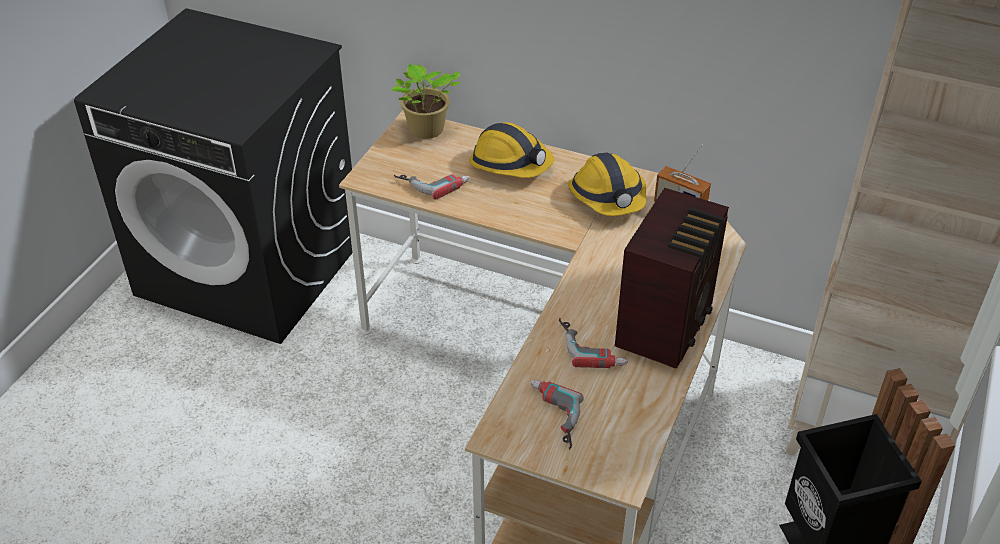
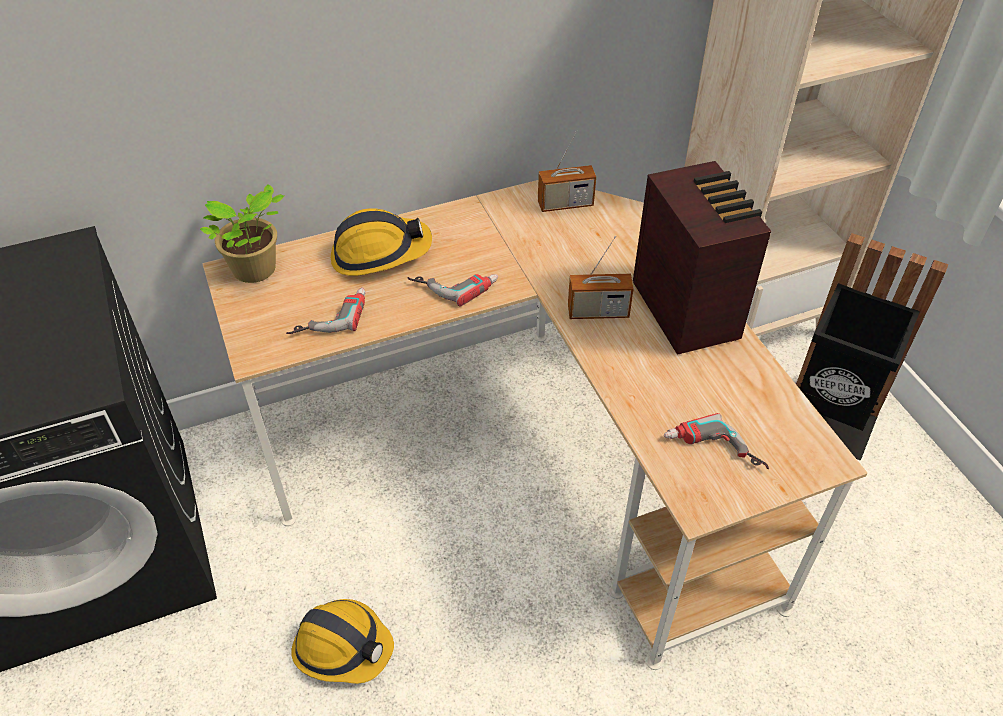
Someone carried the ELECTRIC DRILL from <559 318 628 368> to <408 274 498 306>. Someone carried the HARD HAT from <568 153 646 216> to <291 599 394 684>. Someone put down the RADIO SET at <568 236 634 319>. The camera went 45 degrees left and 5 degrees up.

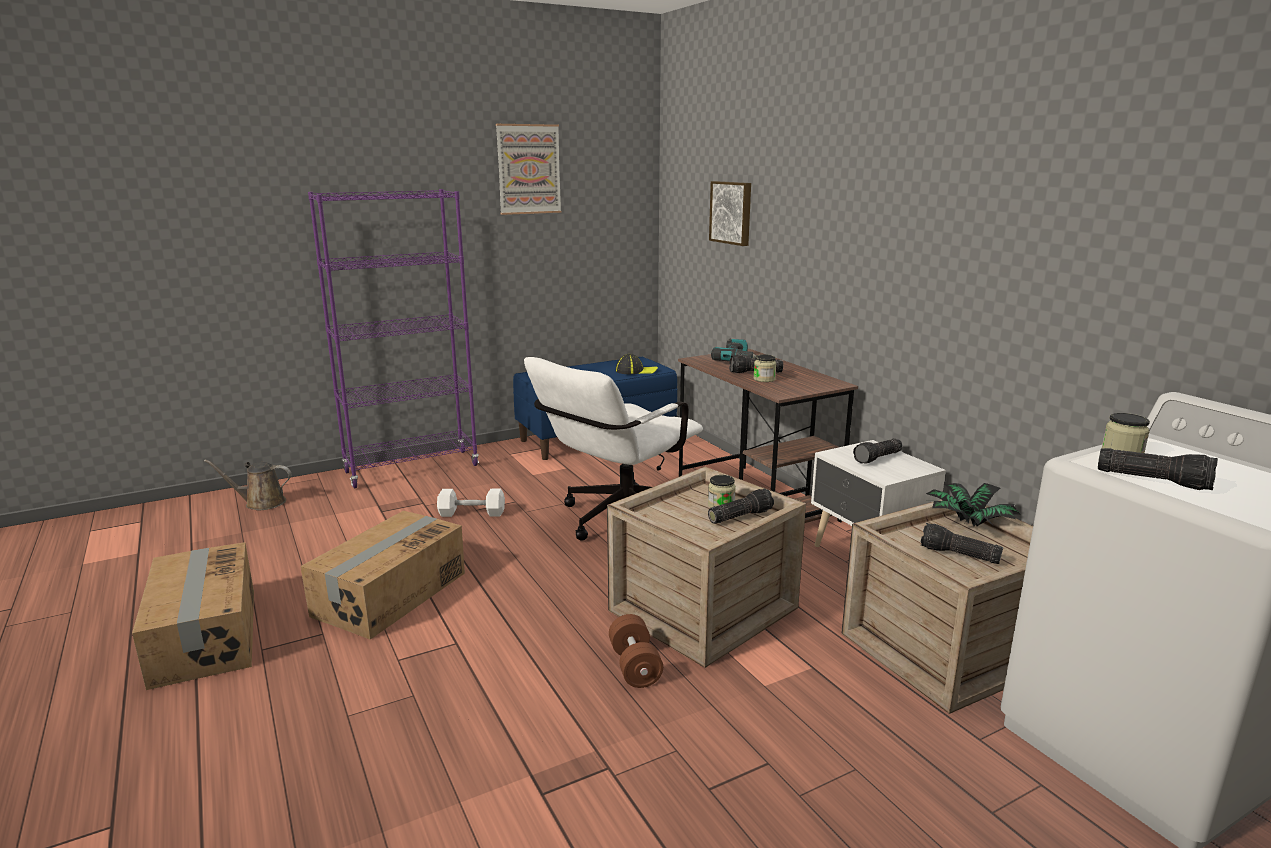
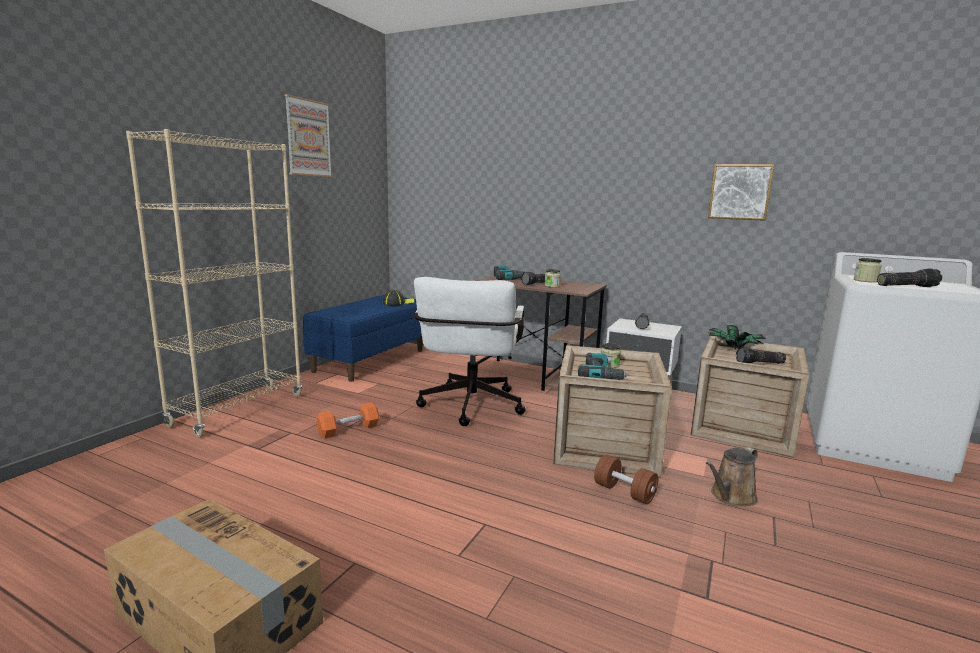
Someone carried the BROWN WATERING POT from <204 460 292 510> to <706 447 758 507>. Someone took away the PACKING BOX at <300 511 465 640>. Someone repainted the PURPLISH SHELVING UNIT at <308 189 479 488>, which became the SAND-COLOURED SHELVING UNIT at <126 129 302 437>. Someone repainted the WHITE DUMBBELL at <437 489 505 517>, which became the ORANGEY DUMBBELL at <317 402 379 439>. Someone took away the FLASHLIGHT at <708 489 774 524>. Someone carried the WALL ART from <709 181 751 246> to <708 164 774 221>. Someone put down the ELECTRIC DRILL at <578 353 629 380>. The camera went 35 degrees left and 5 degrees down.

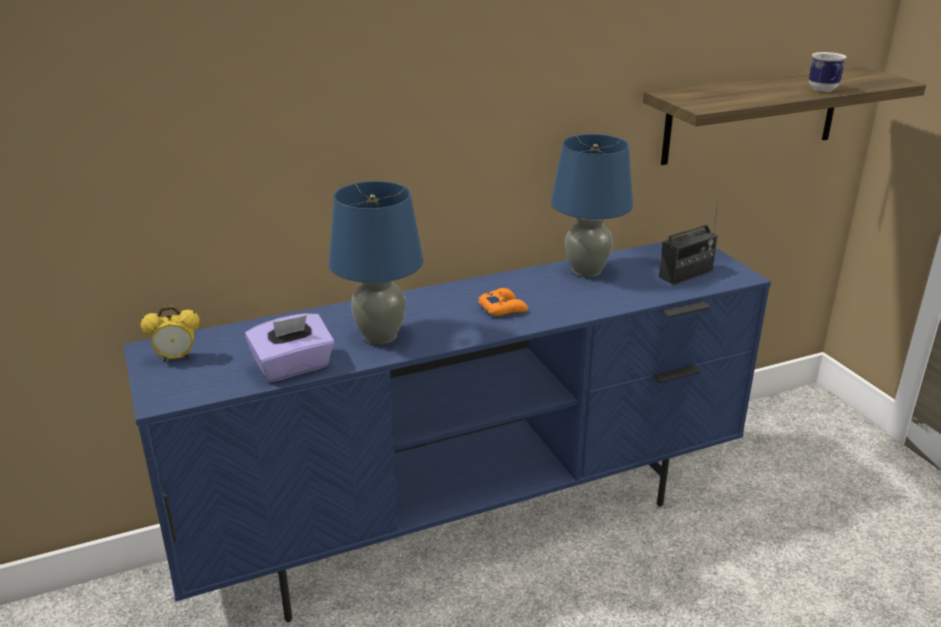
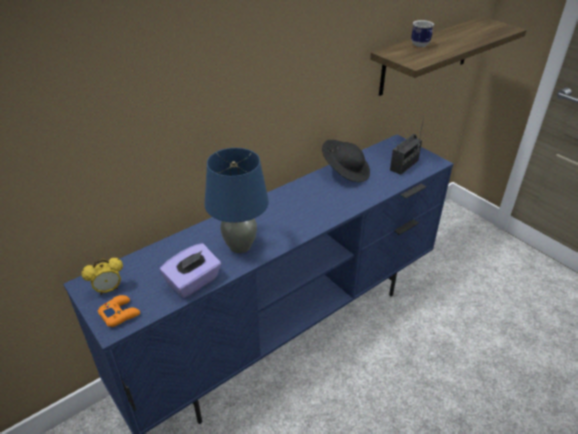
Someone carried the ORANGEY GAMEPAD from <478 288 528 316> to <98 295 140 327>. Someone swapped the BLUE-COLOURED LAMP FOR A TABLE at <551 134 633 277> for the BLACK WEARABLE HAT at <322 140 370 182>. Someone carried the COFFEE MUG from <809 52 847 92> to <411 20 434 47>. The camera went 15 degrees left and 10 degrees up.

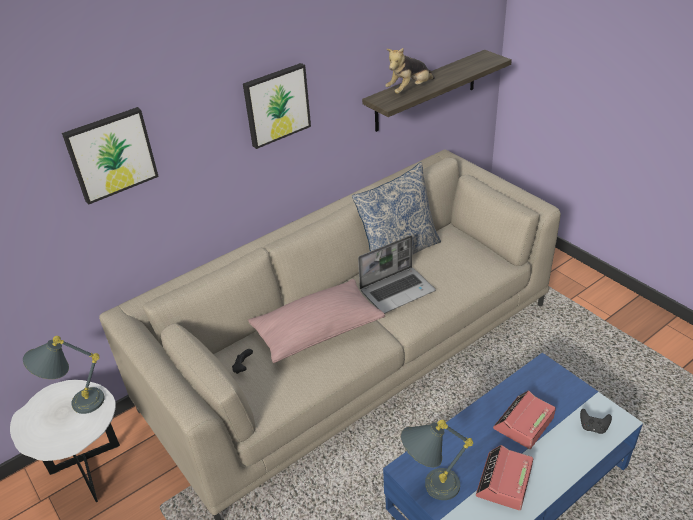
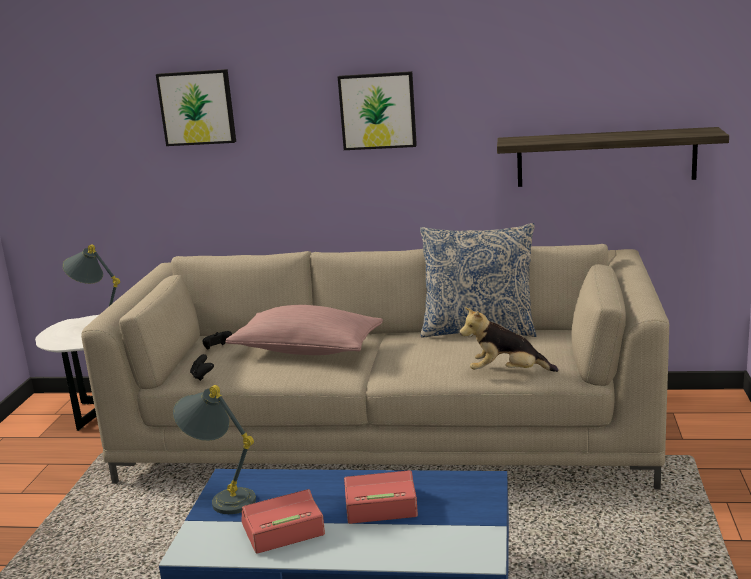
Someone took away the LAPTOP at <358 235 436 314>. Someone carried the SOFT TOY from <385 48 435 94> to <460 307 558 372>. Someone carried the BLACK GAMEPAD from <580 409 612 434> to <190 354 214 381>. The camera went 45 degrees right and 20 degrees down.

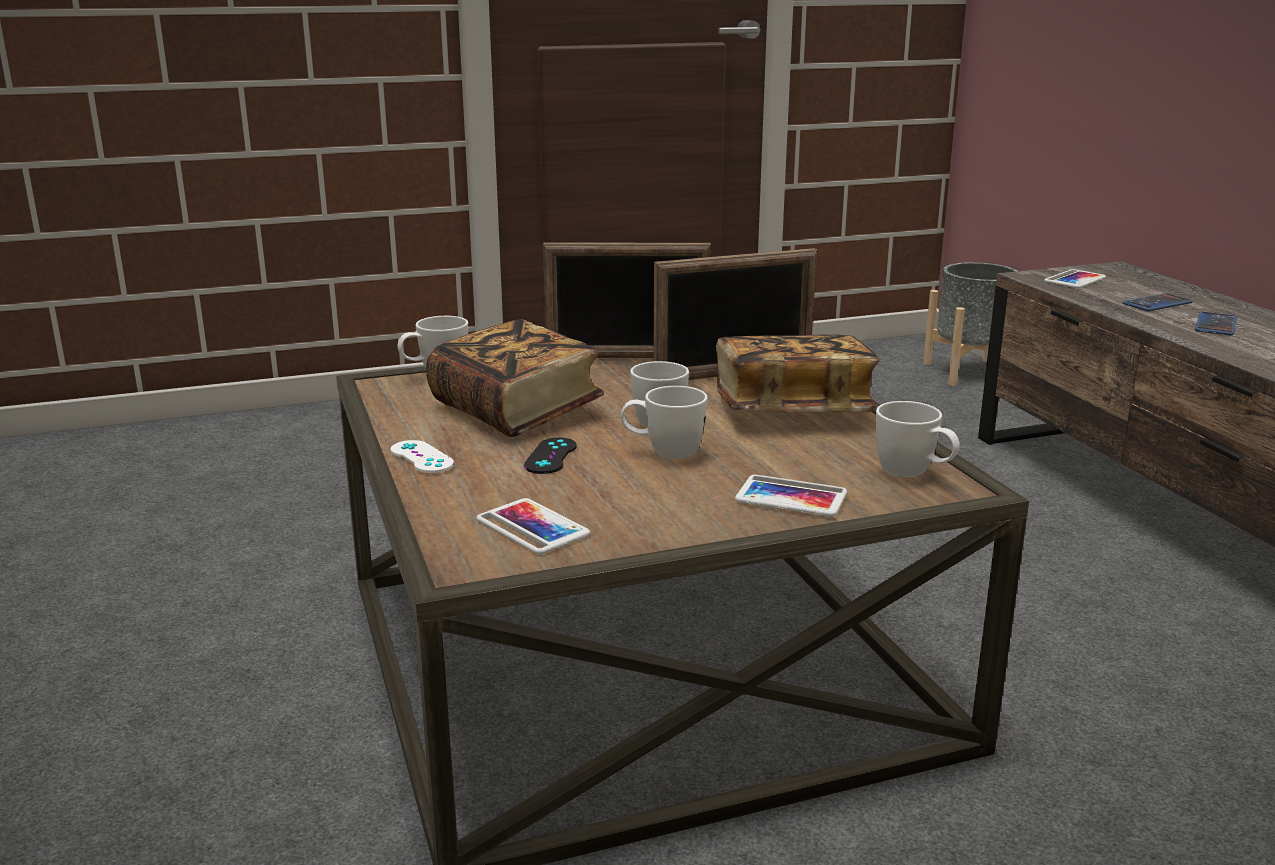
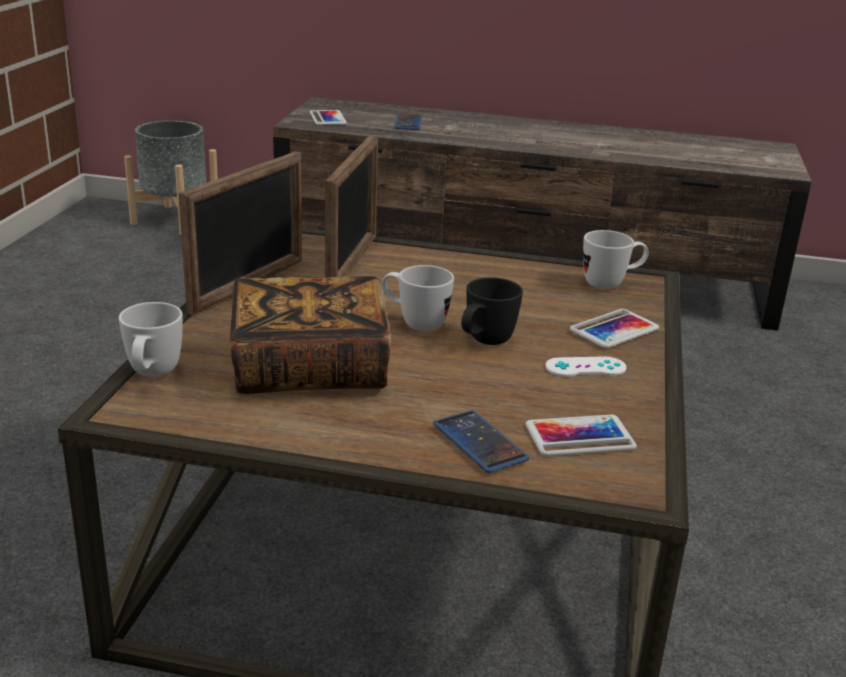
Someone carried the WHITE GAMEPAD from <391 440 454 473> to <545 356 627 377>. Someone took away the BLACK GAMEPAD at <524 437 577 474>. Someone repainted the WHITE COFFEE MUG at <621 386 708 459>, which became the BLACK COFFEE MUG at <461 277 523 345>. Someone took away the BOUND BOOK at <716 335 880 413>. Someone carried the HANDSET from <1195 311 1237 336> to <433 410 529 473>. The camera went 60 degrees left and 5 degrees up.

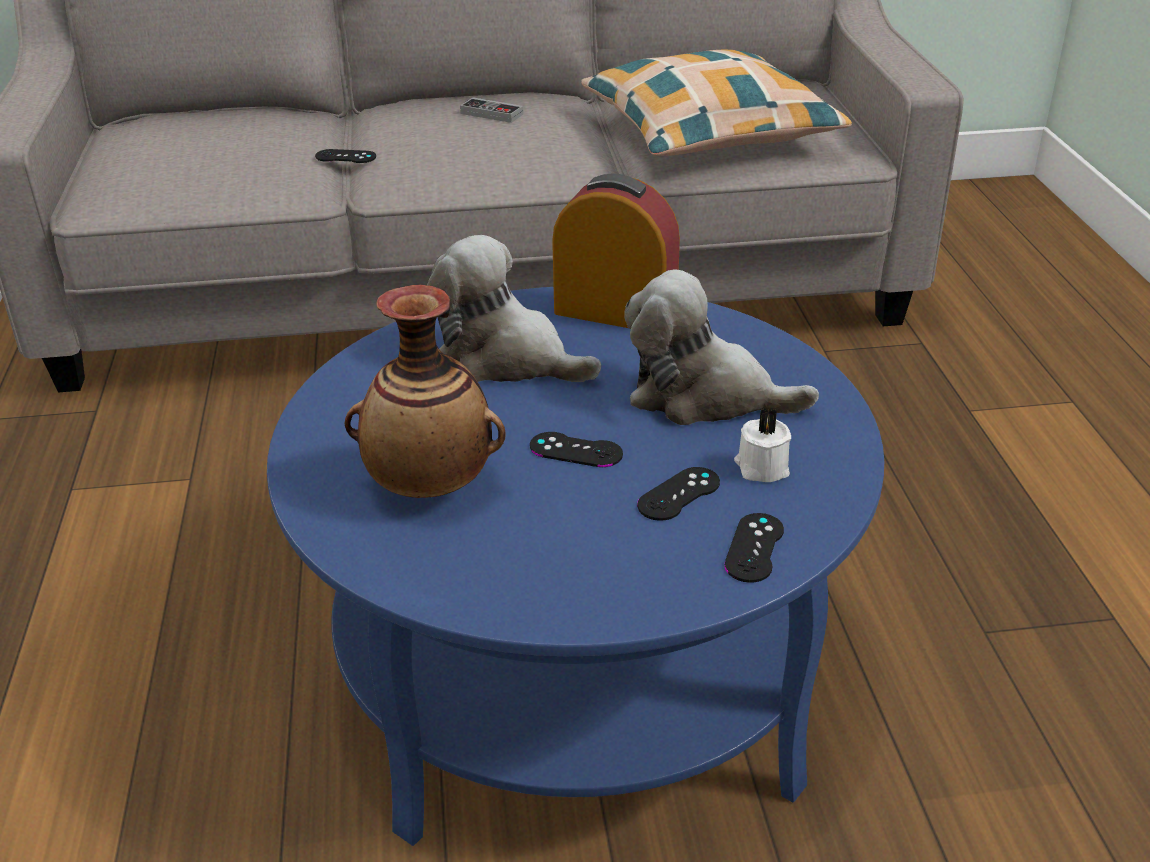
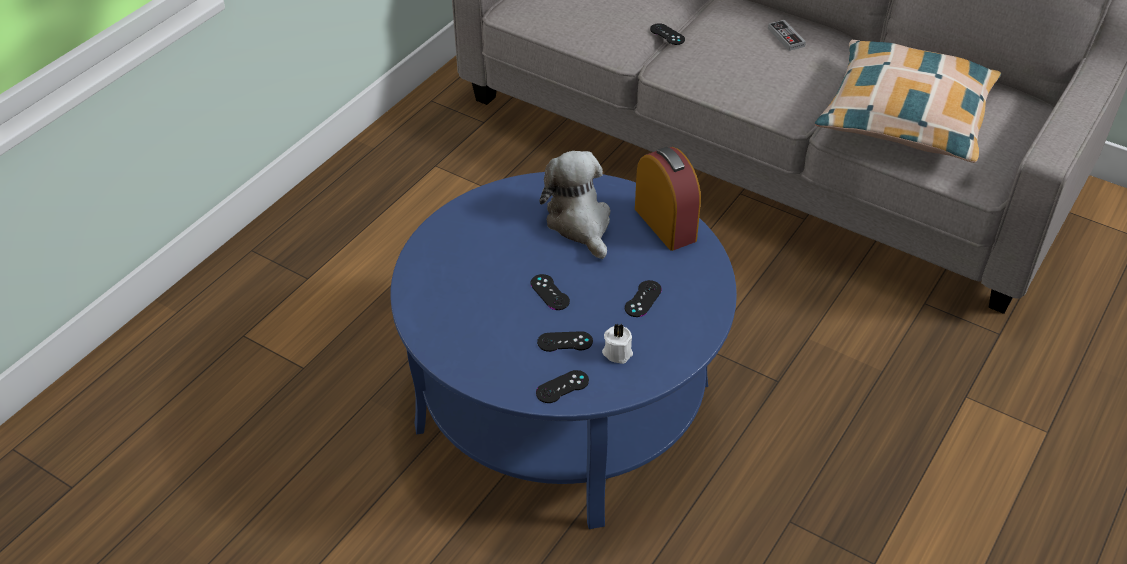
Someone took away the FLOWER VASE at <345 285 506 498>. Someone swapped the SOFT TOY at <624 269 819 425> for the BLACK GAMEPAD at <625 280 662 317>. The camera went 40 degrees right and 10 degrees up.

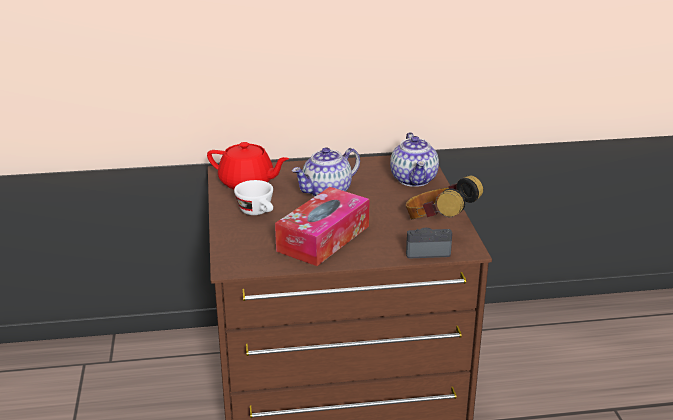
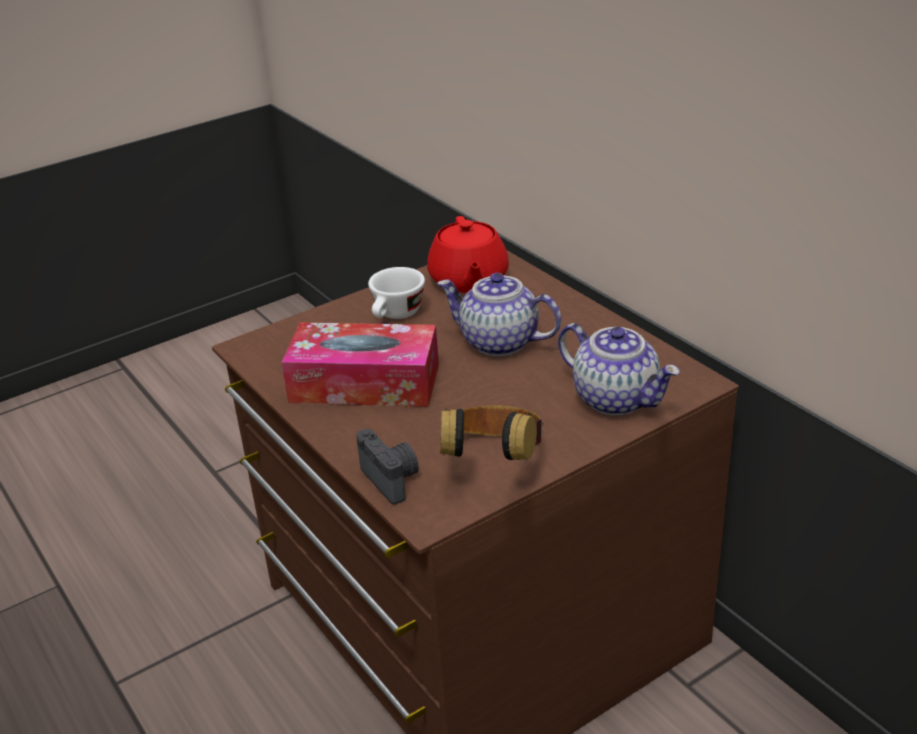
Someone rotated the POT FOR TEA at <390 132 439 187> by 105 degrees counterclockwise. The camera went 65 degrees right and 5 degrees up.

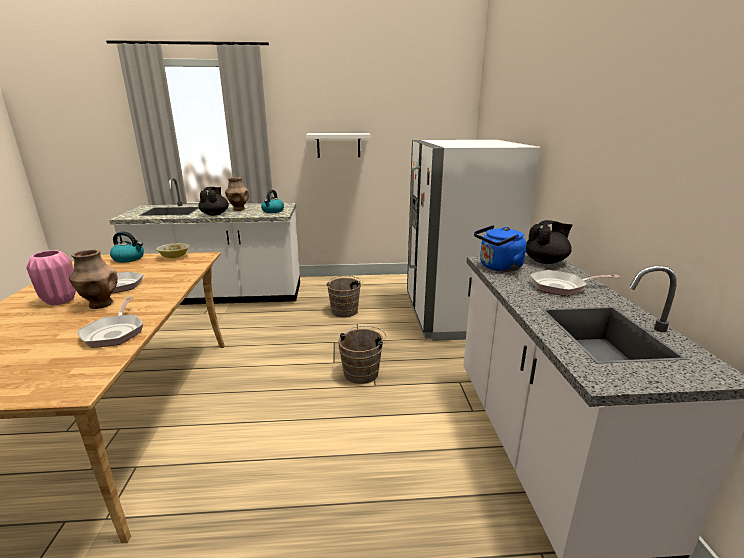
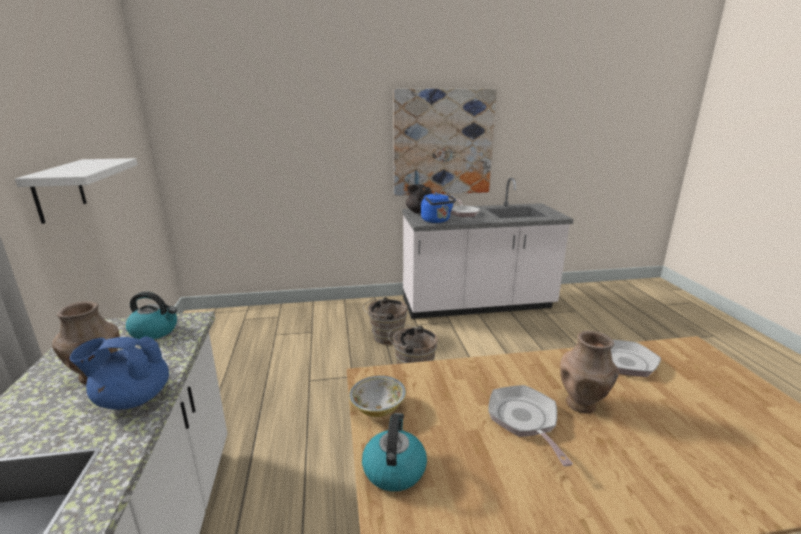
Someone took away the PINK-COLOURED FLOWER VASE at <26 250 76 305>. Someone repainted the BLACK POT FOR TEA at <198 187 229 216>, which became the BLUE-COLOURED POT FOR TEA at <70 337 169 410>. Someone carried the BROWN WATER BUCKET from <327 276 363 317> to <363 297 408 345>. Someone took away the WHITE REFRIGERATOR at <407 140 540 341>. Someone put up the WALL ART at <393 89 497 196>. The camera went 95 degrees left and 0 degrees up.

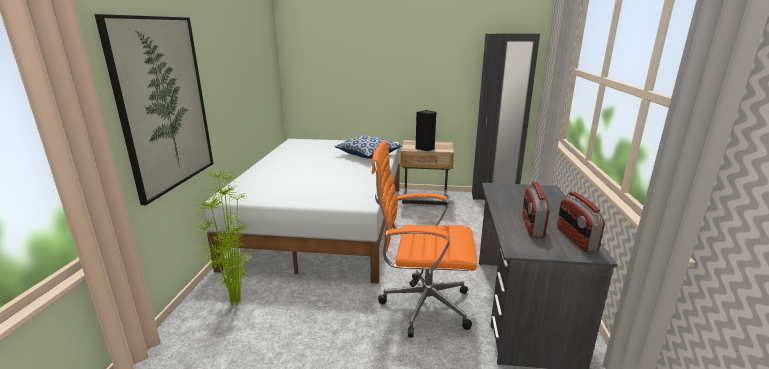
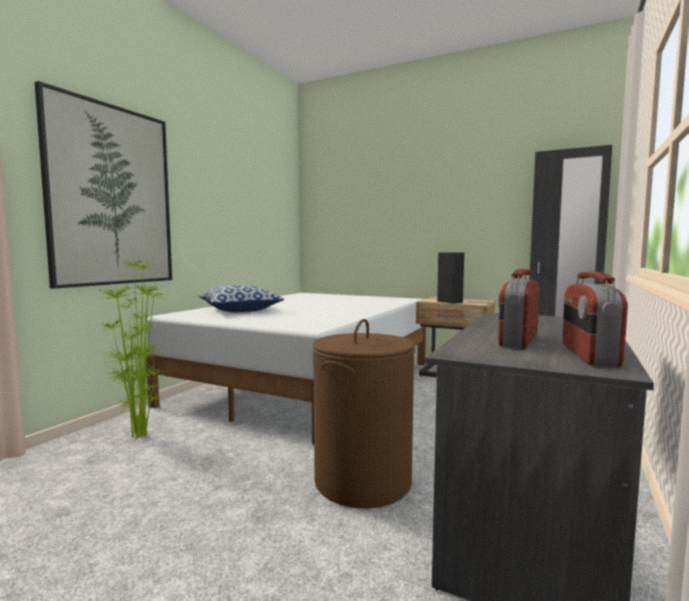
Someone carried the CUSHION from <335 135 403 159> to <199 284 284 312>. Someone swapped the ORANGEY OFFICE CHAIR at <372 140 477 338> for the BROWN WASHING BASKET at <312 319 415 509>. The camera went 20 degrees right and 15 degrees down.

